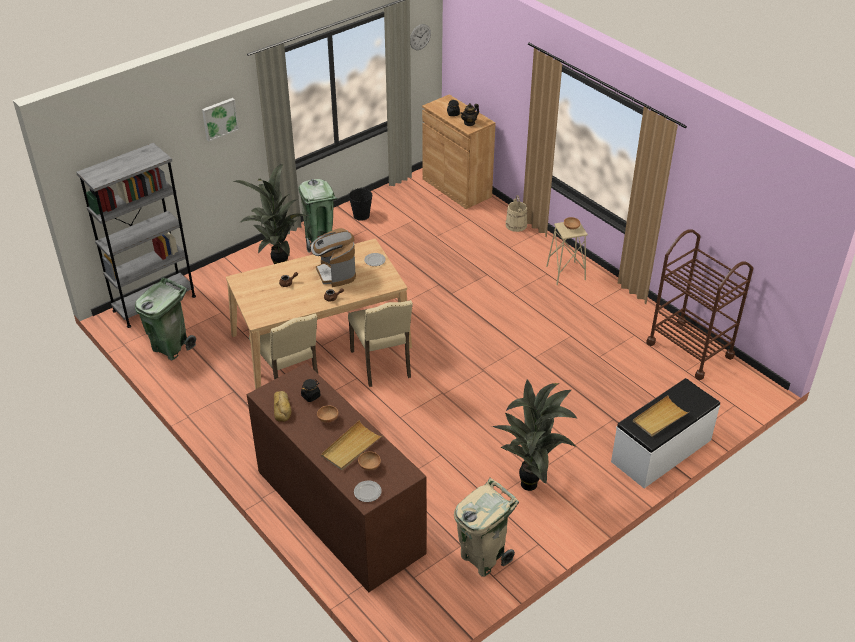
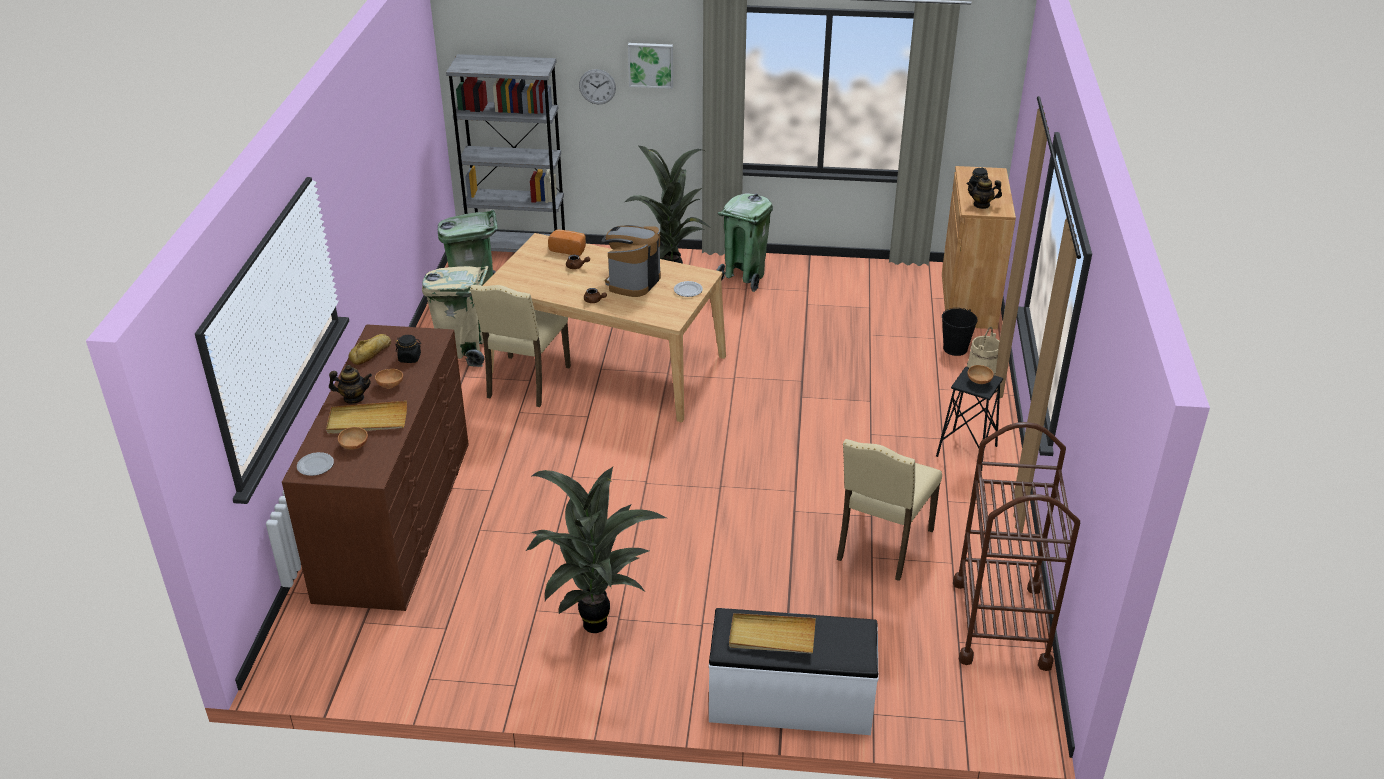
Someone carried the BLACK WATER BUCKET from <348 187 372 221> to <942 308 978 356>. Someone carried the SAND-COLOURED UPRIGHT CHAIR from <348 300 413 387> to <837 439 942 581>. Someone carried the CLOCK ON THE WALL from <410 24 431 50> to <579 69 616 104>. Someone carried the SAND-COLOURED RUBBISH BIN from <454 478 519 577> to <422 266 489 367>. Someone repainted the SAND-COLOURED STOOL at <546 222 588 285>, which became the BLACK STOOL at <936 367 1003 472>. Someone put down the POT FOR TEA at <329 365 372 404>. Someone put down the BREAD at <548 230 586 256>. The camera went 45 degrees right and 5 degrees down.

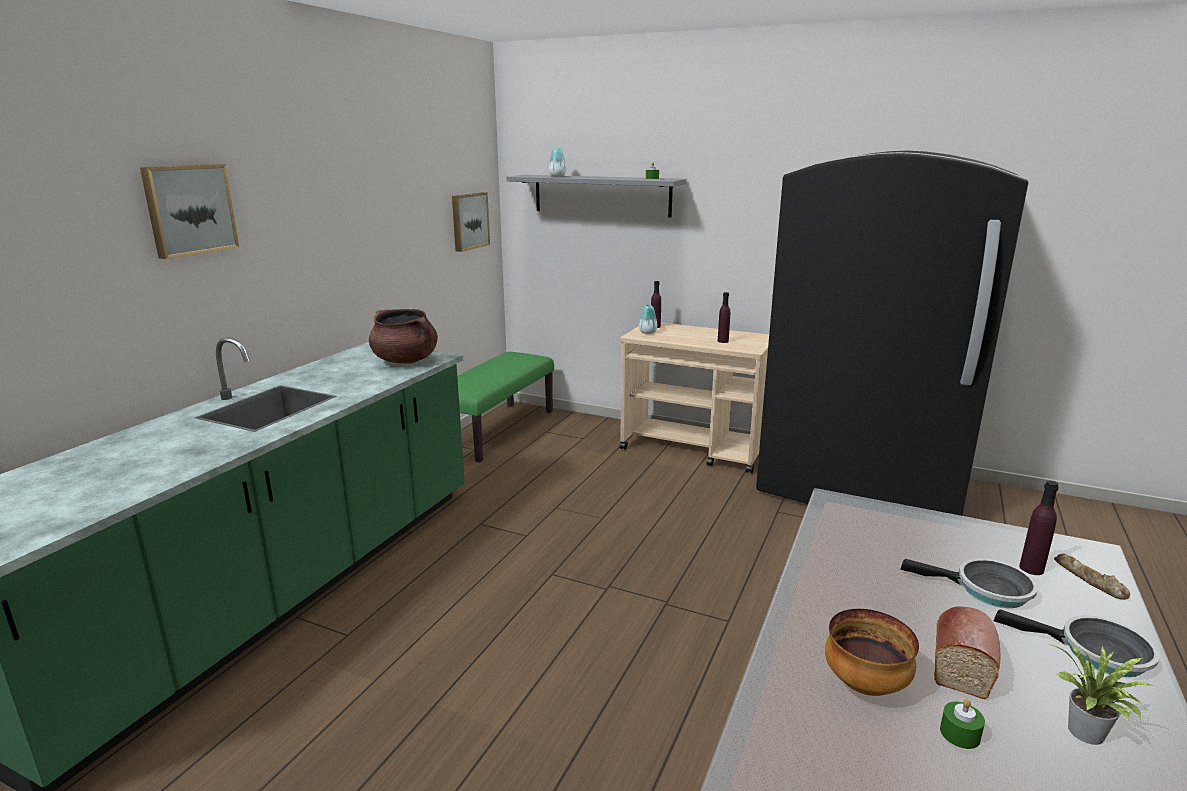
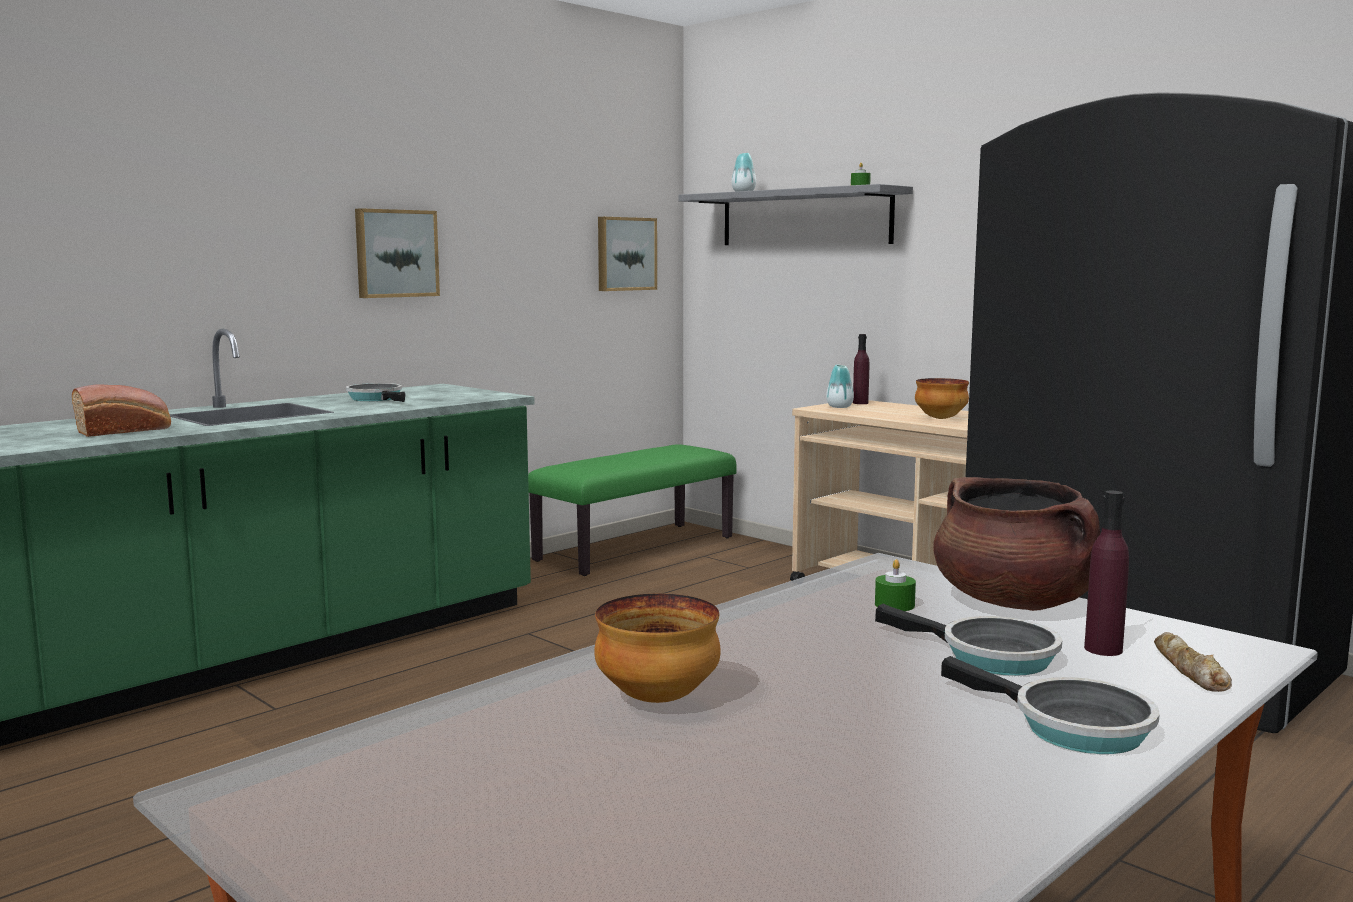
Someone carried the WALL ART from <140 164 239 259> to <355 208 440 298>. Someone carried the BROWN STOCKPOT from <369 309 438 364> to <933 477 1100 611>. Someone swapped the PURPLISH BOTTLE at <718 292 730 343> for the DEEP DISH at <915 378 969 419>. Someone carried the BREAD from <934 606 1000 699> to <72 384 171 437>. Someone carried the GREEN WAX LIGHT from <940 699 985 749> to <875 559 916 611>. Someone took away the PLANT IN A POT at <1050 644 1153 745>. Someone put down the PAN at <346 383 405 402>. The camera went 20 degrees right and 10 degrees down.

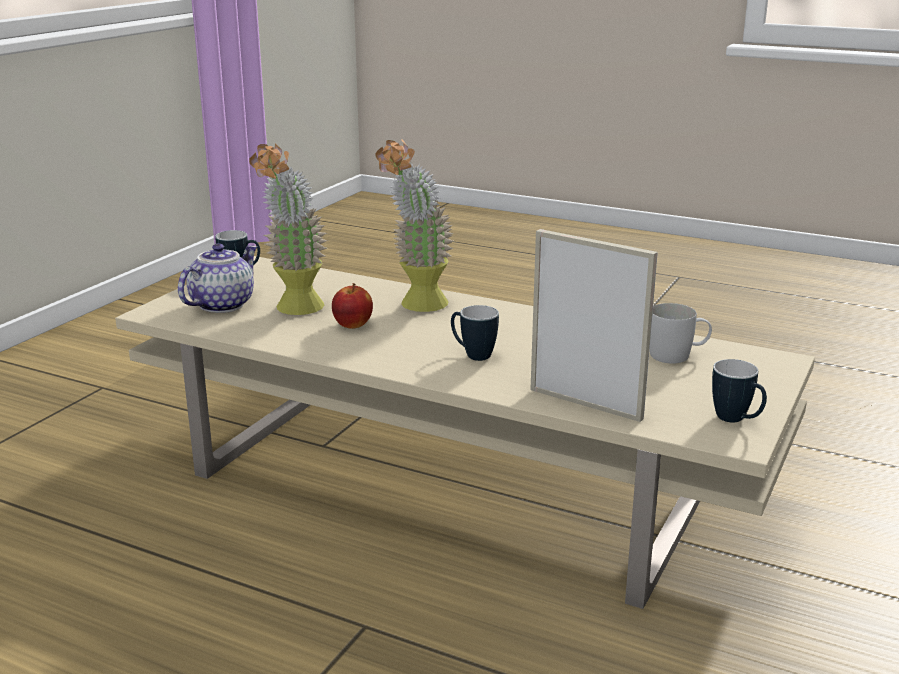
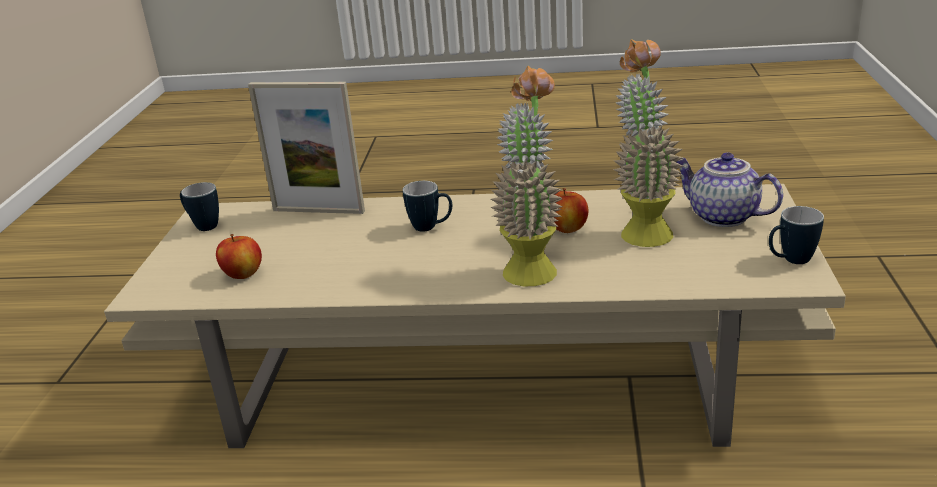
Someone rotated the POT FOR TEA at <178 244 257 313> by 120 degrees clockwise. Someone swapped the WHITE COFFEE MUG at <650 303 712 364> for the WHOLE APPLE at <216 234 262 279>. The camera went 160 degrees right and 5 degrees up.

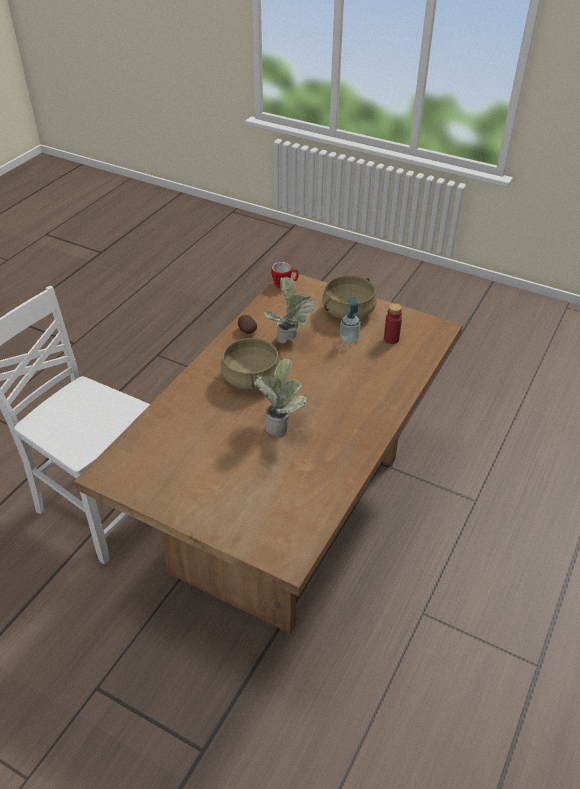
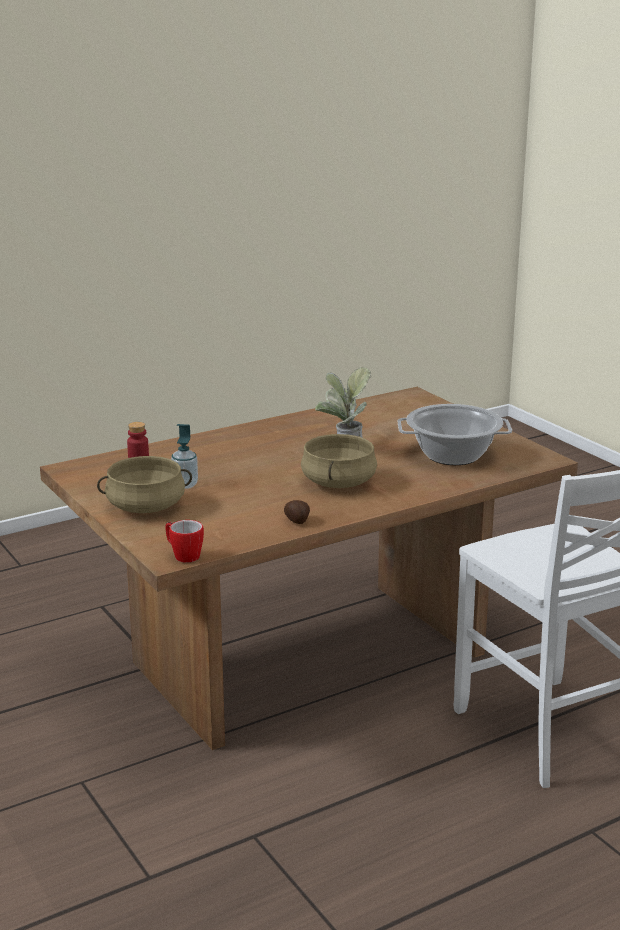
Someone took away the PLANT IN A POT at <263 277 314 343>. Someone put down the STOCKPOT at <397 404 512 465>. The camera went 150 degrees left and 20 degrees down.

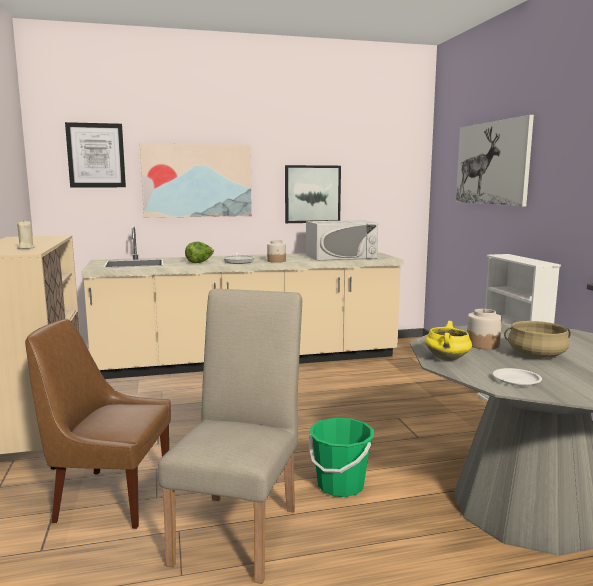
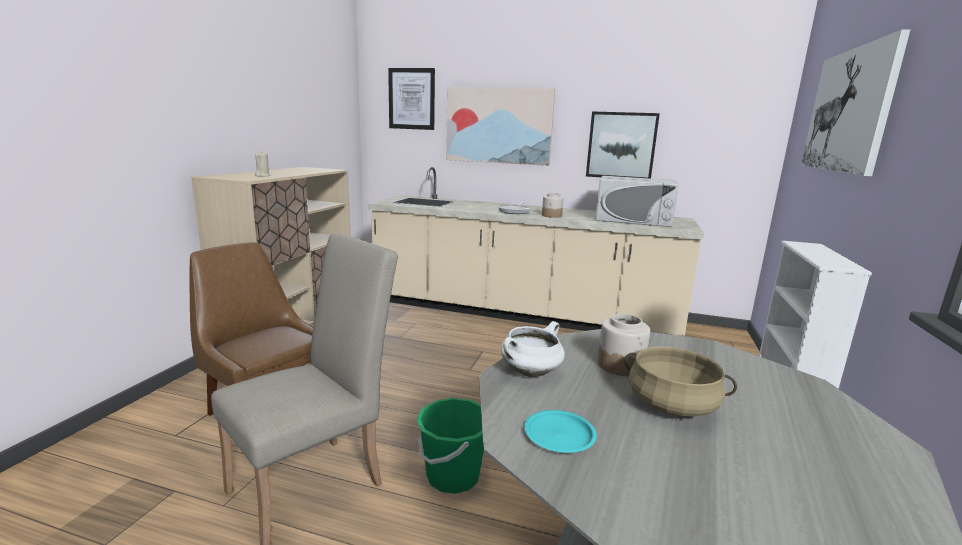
Someone took away the LETTUCE HEAD at <185 242 214 263>. Someone repainted the YELLOWISH STOCKPOT at <425 321 472 361>, which became the WHITE STOCKPOT at <501 321 565 377>. Someone repainted the WHITE DINNER PLATE at <493 368 542 386>, which became the BLUE-GREEN DINNER PLATE at <524 410 597 453>. The camera went 30 degrees right and 5 degrees up.

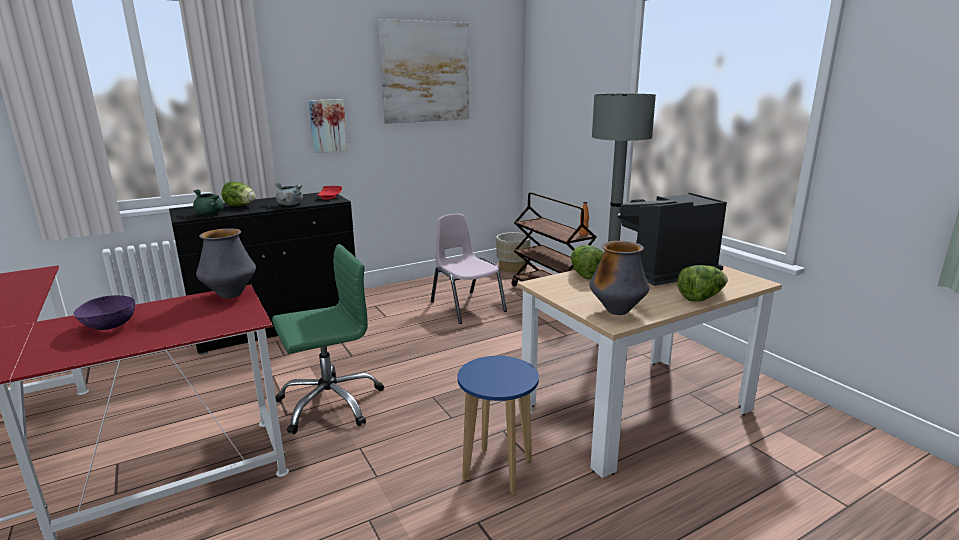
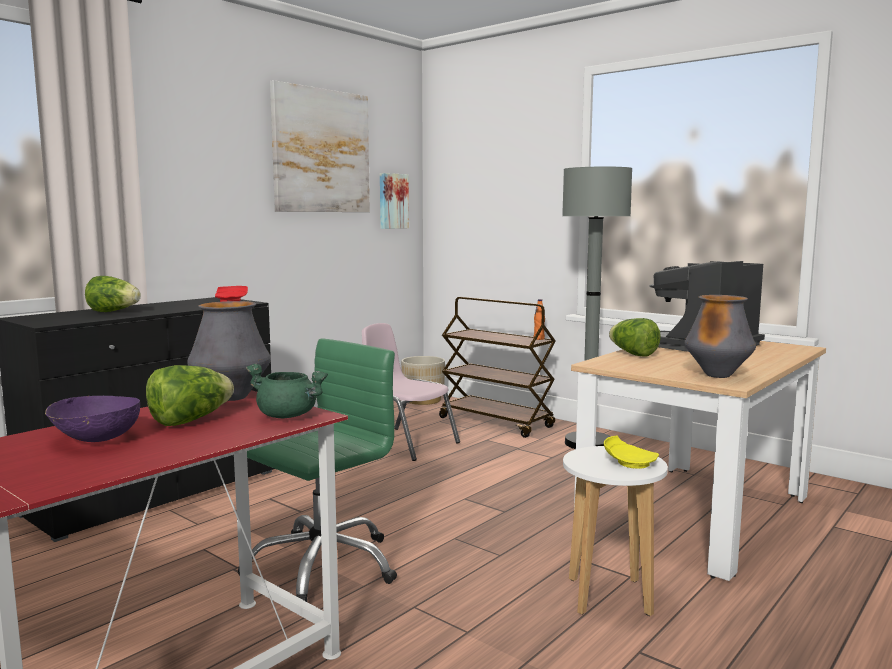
Someone carried the GREEN STOCKPOT from <193 189 223 215> to <246 364 328 418>. Someone took away the GRAY STOCKPOT at <275 182 303 206>. Someone carried the WALL ART from <308 99 348 153> to <380 173 409 229>. Someone repainted the BLUE-COLOURED STOOL at <458 356 539 494>, which became the WHITE STOOL at <563 446 668 616>. Someone carried the LETTUCE HEAD from <677 265 727 302> to <146 365 234 426>. Someone put down the YELLOWISH DINNER PLATE at <604 435 659 469>. The camera went 20 degrees left and 10 degrees down.

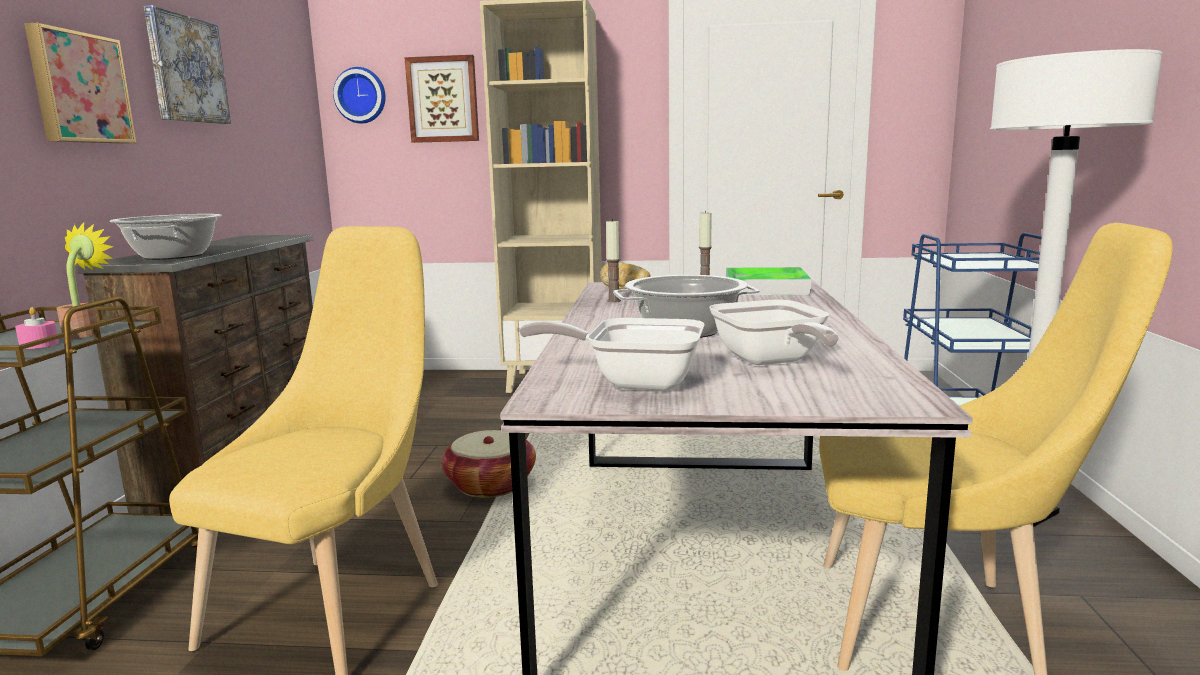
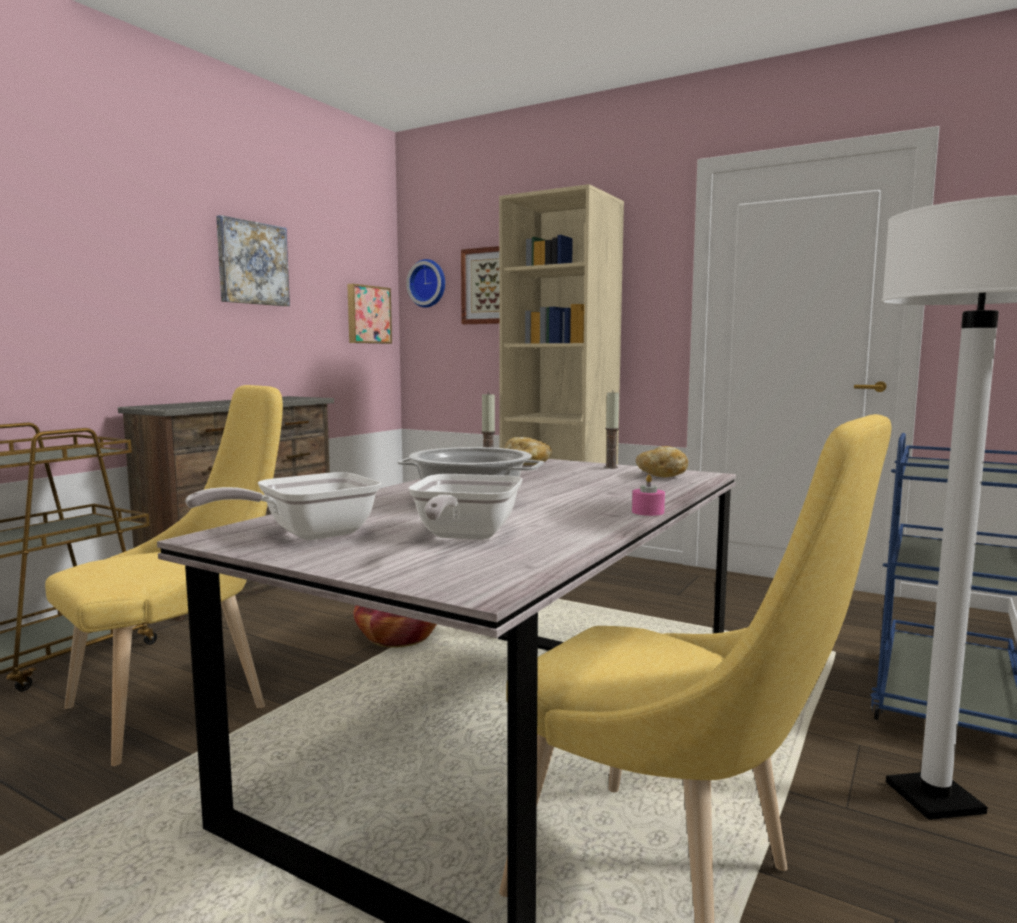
Someone carried the PINK-COLOURED WAX LIGHT from <15 307 59 349> to <632 474 665 516>. Someone carried the WALL ART from <24 22 136 144> to <347 284 392 344>. Someone took away the PLANT IN A POT at <57 223 114 338>. Someone took away the STOCKPOT at <110 214 222 260>. Someone rotated the PAN at <519 318 705 390> by 75 degrees counterclockwise. Someone swapped the SERVING TRAY at <726 267 811 295> for the BREAD at <636 446 688 477>. The camera went 25 degrees right and 5 degrees down.

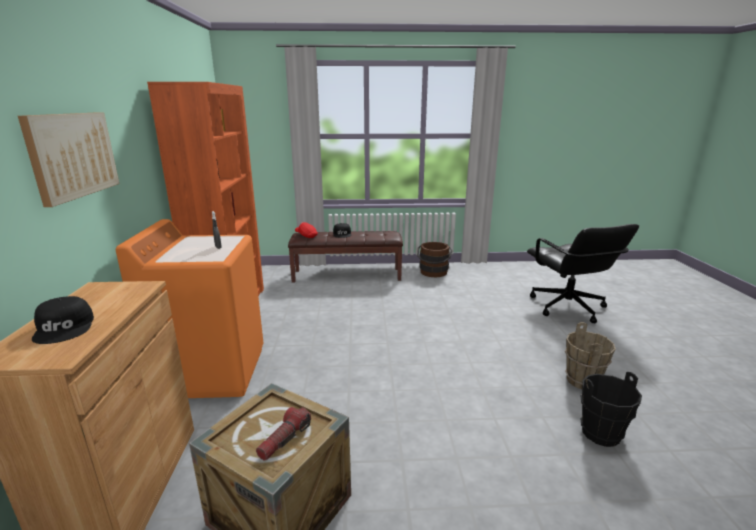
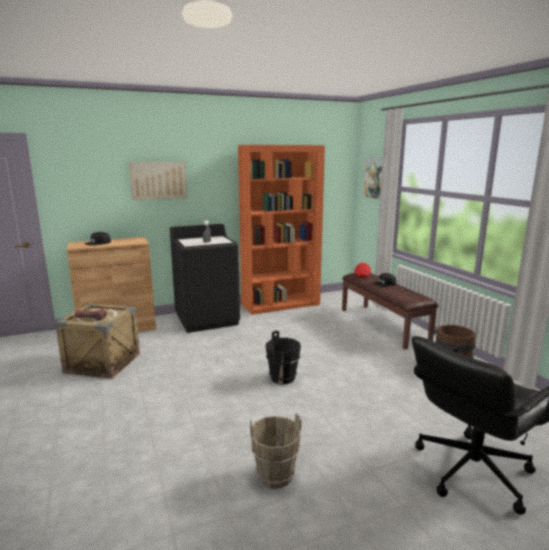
Someone repainted the ORANGEY WASHING MACHINE at <116 219 264 398>, which became the BLACK WASHING MACHINE at <170 224 240 333>. Someone carried the BLACK WATER BUCKET from <580 372 642 447> to <265 331 301 384>. Someone put up the WALL ART at <362 157 383 199>. The camera went 70 degrees right and 5 degrees down.

